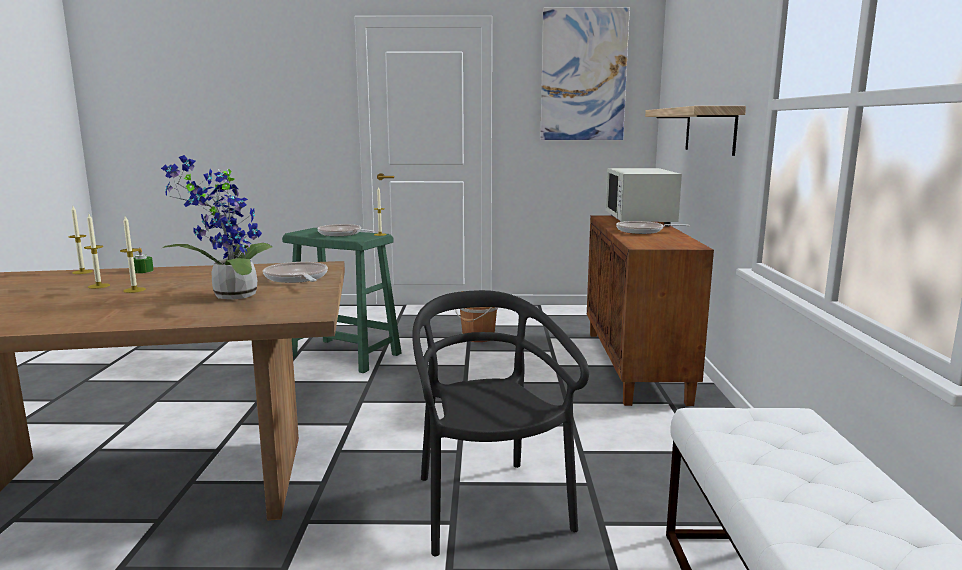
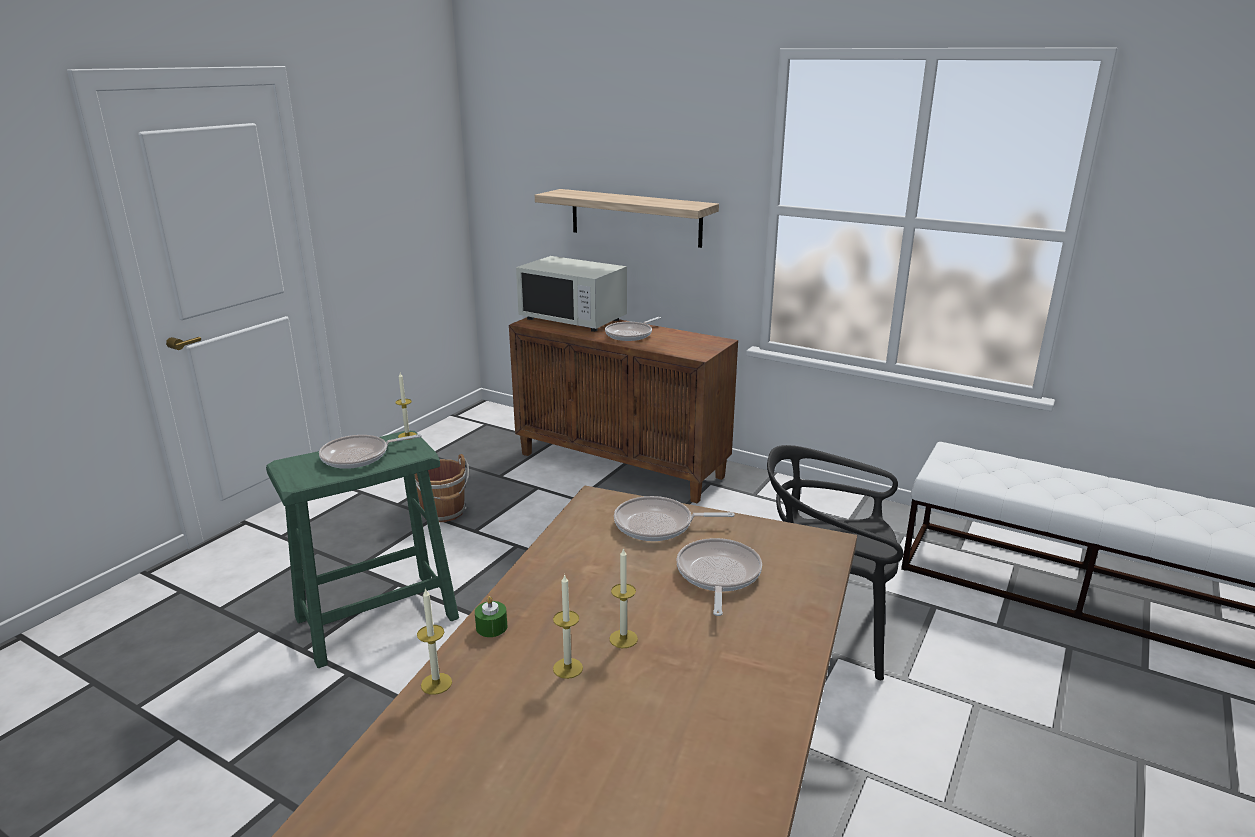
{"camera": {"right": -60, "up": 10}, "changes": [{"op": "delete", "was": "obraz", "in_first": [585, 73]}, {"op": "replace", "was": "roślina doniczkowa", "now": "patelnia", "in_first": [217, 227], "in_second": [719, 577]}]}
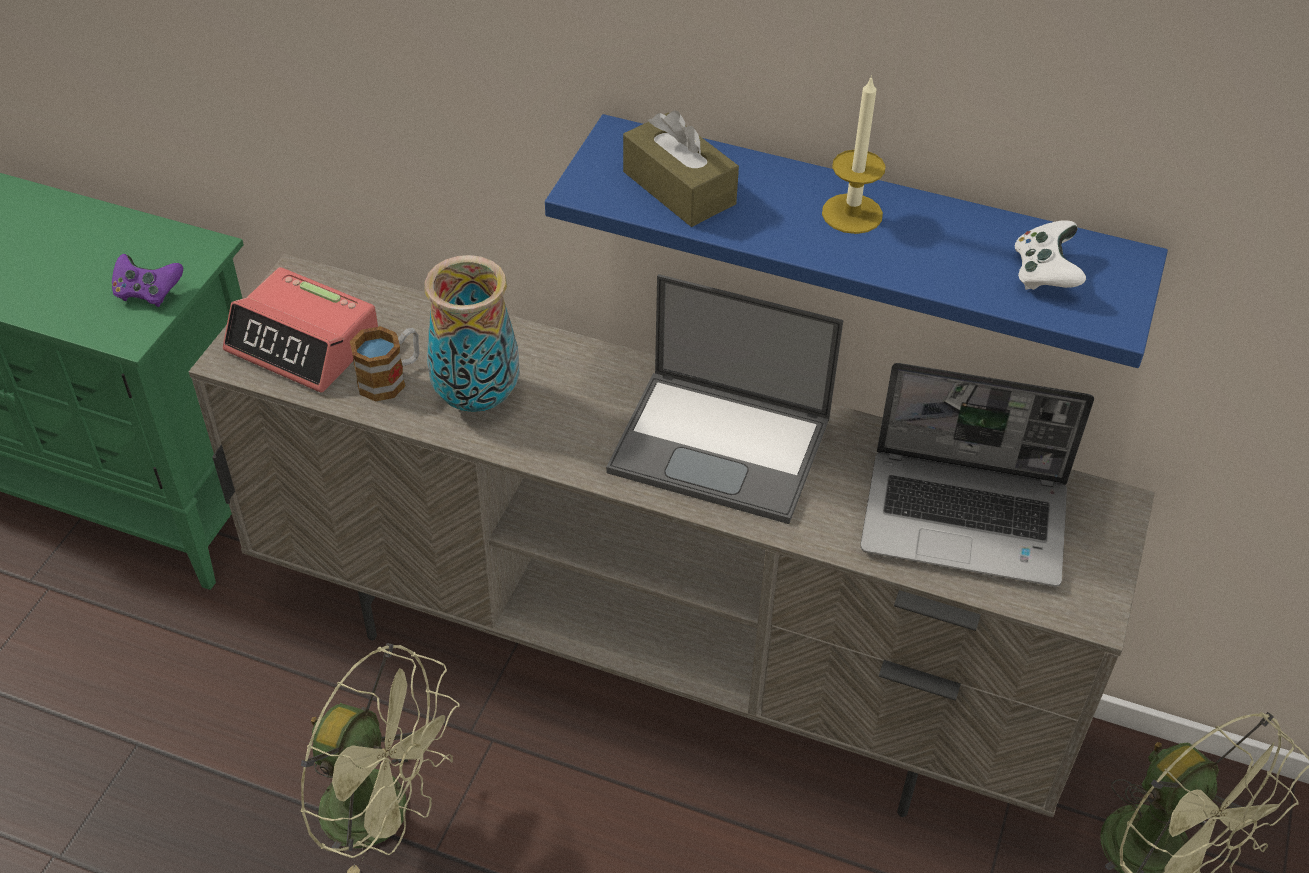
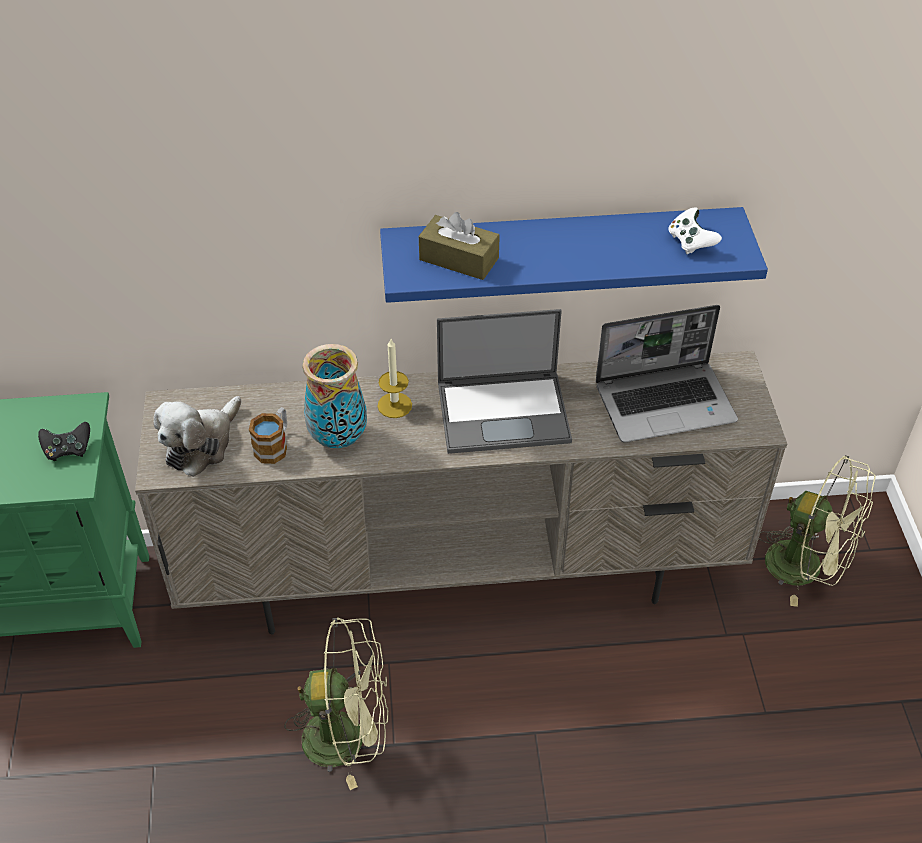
{"camera": {"right": -25, "up": 0}, "changes": [{"op": "move", "was": "świeca", "in_first": [853, 154], "in_second": [395, 378]}, {"op": "recolor", "was": "pad do gier (fioletowy)", "now": "pad do gier (czarny)", "in_first": [147, 280], "in_second": [64, 441]}, {"op": "replace", "was": "budzik", "now": "pluszak", "in_first": [300, 330], "in_second": [198, 436]}]}
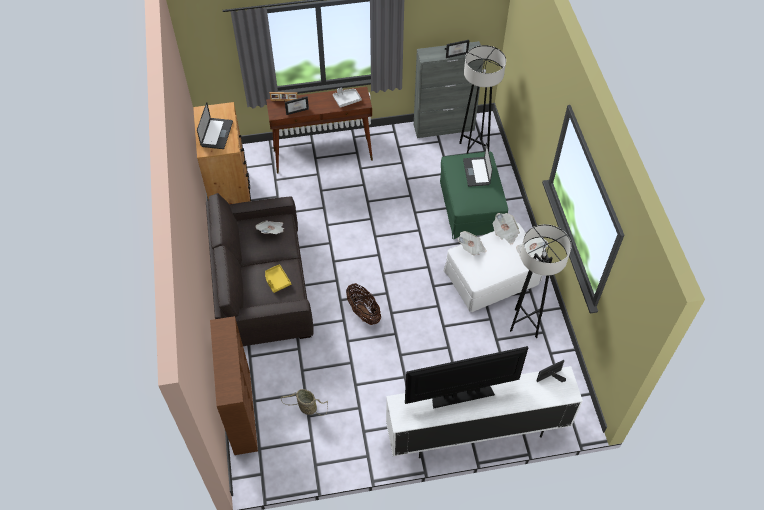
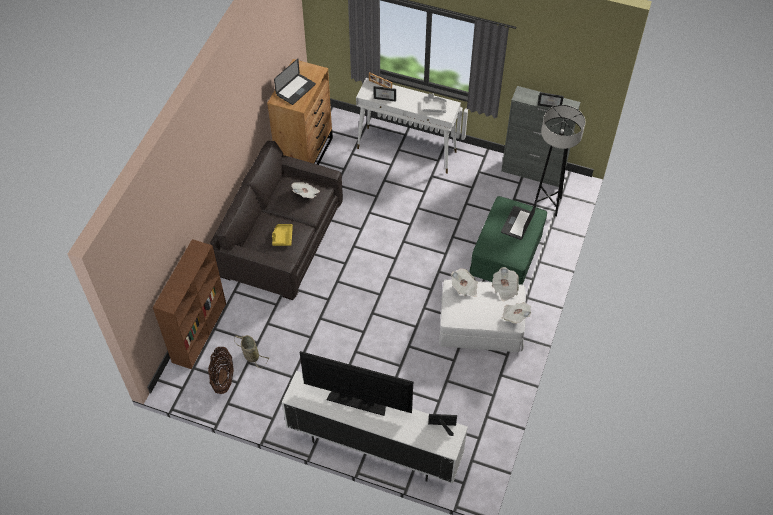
{"camera": {"right": 30, "up": 0}, "changes": [{"op": "recolor", "was": "stolik konsolowy (brązowy)", "now": "stolik konsolowy (biały)", "in_first": [319, 130], "in_second": [408, 126]}, {"op": "delete", "was": "lampa stojąca (szary)", "in_first": [540, 281]}, {"op": "move", "was": "koszyk", "in_first": [363, 304], "in_second": [221, 370]}]}
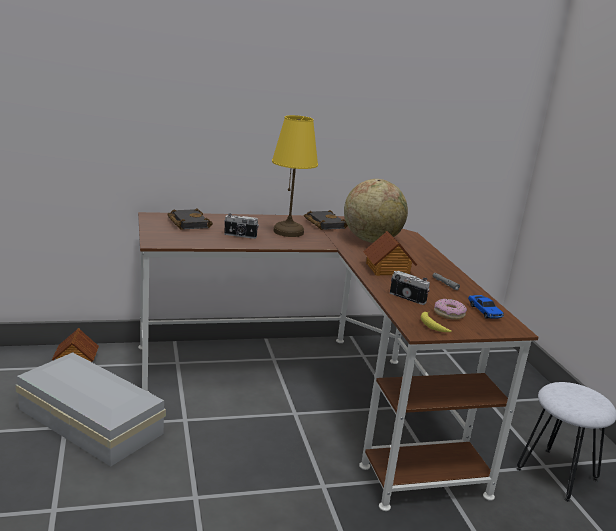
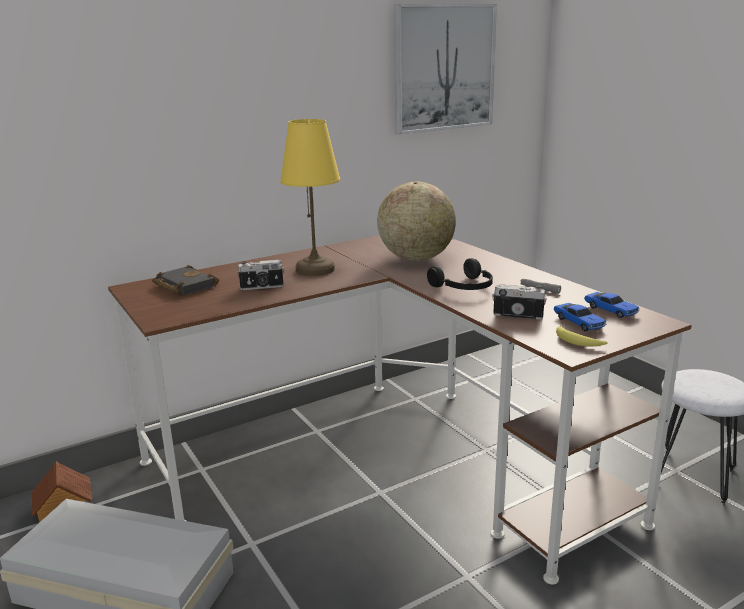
{"camera": {"right": -15, "up": 0}, "changes": [{"op": "delete", "was": "książka (czarny)", "in_first": [326, 220]}, {"op": "replace", "was": "domek", "now": "słuchawki (czarny)", "in_first": [390, 253], "in_second": [460, 274]}, {"op": "replace", "was": "donut", "now": "samochodzik", "in_first": [450, 309], "in_second": [580, 317]}, {"op": "insert", "now": "obraz", "in_second": [445, 69]}]}
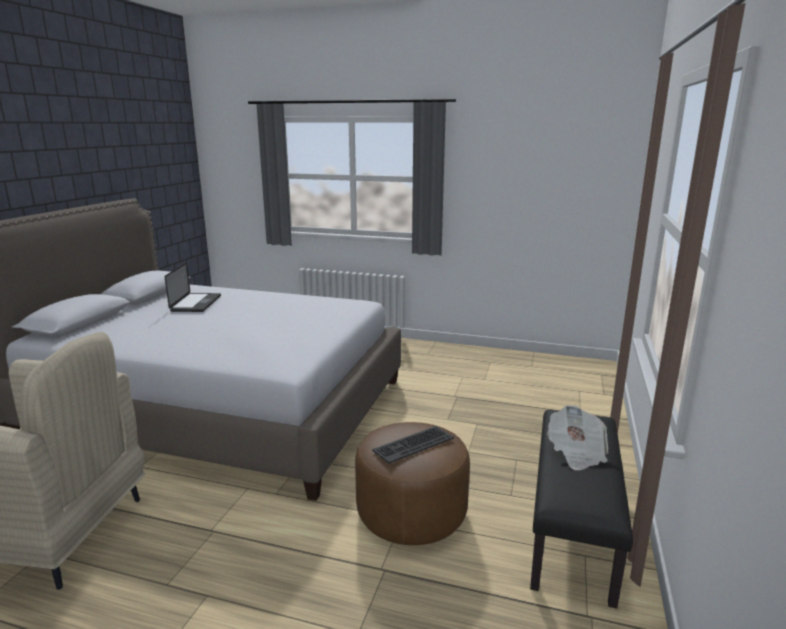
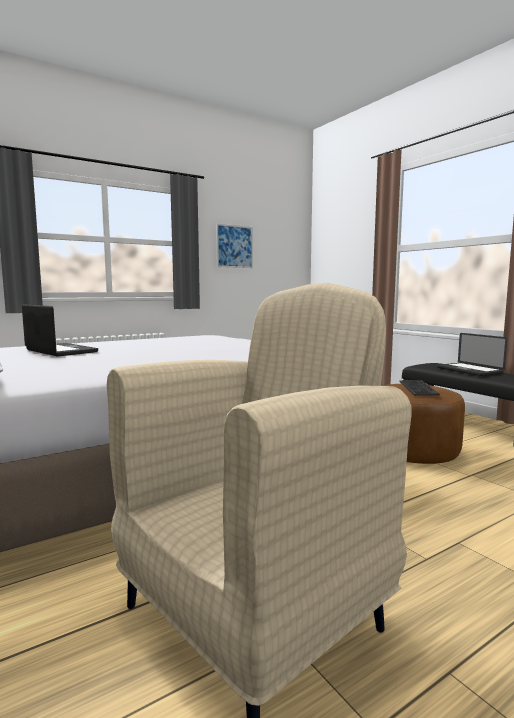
{"camera": {"right": -50, "up": -10}, "changes": [{"op": "replace", "was": "gazeta", "now": "laptop", "in_first": [577, 437], "in_second": [472, 354]}, {"op": "insert", "now": "obraz", "in_second": [234, 246]}]}
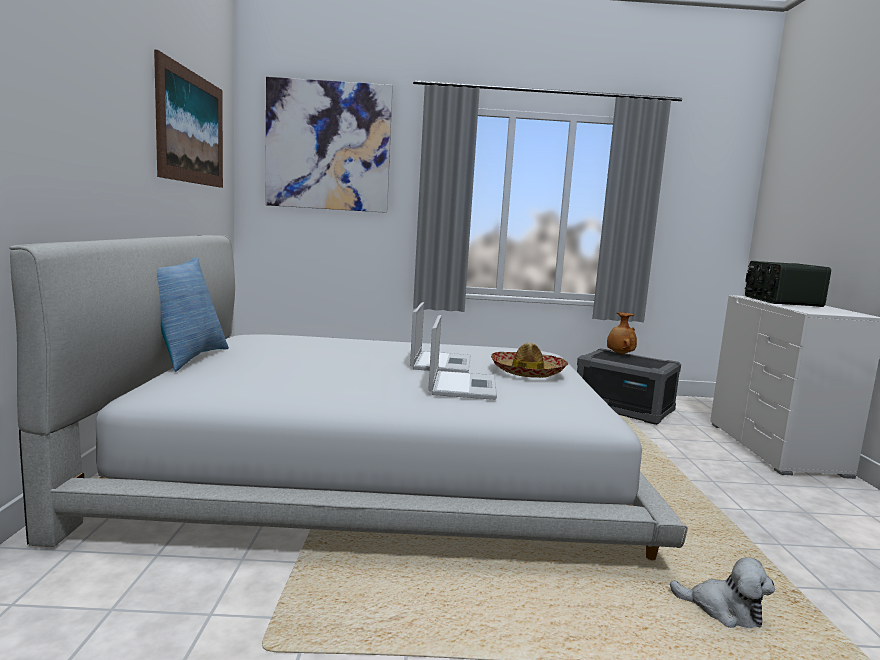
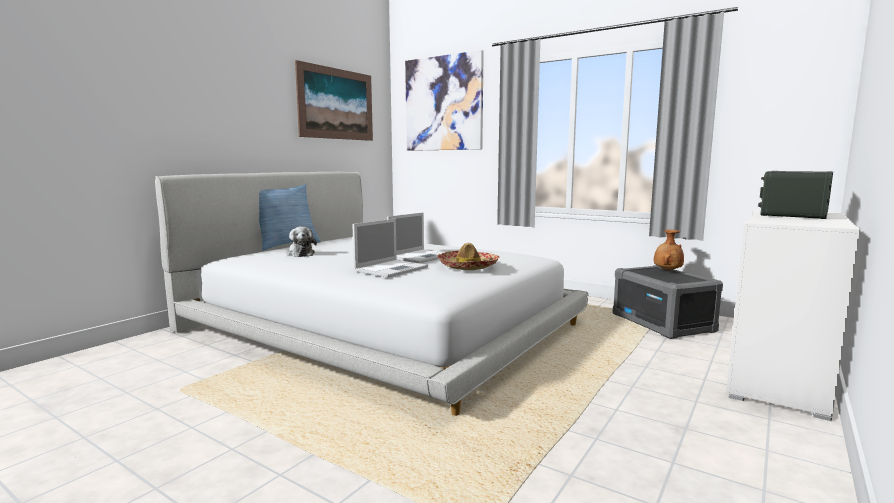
{"camera": {"right": 35, "up": 0}, "changes": [{"op": "move", "was": "pluszak", "in_first": [722, 592], "in_second": [302, 242]}]}
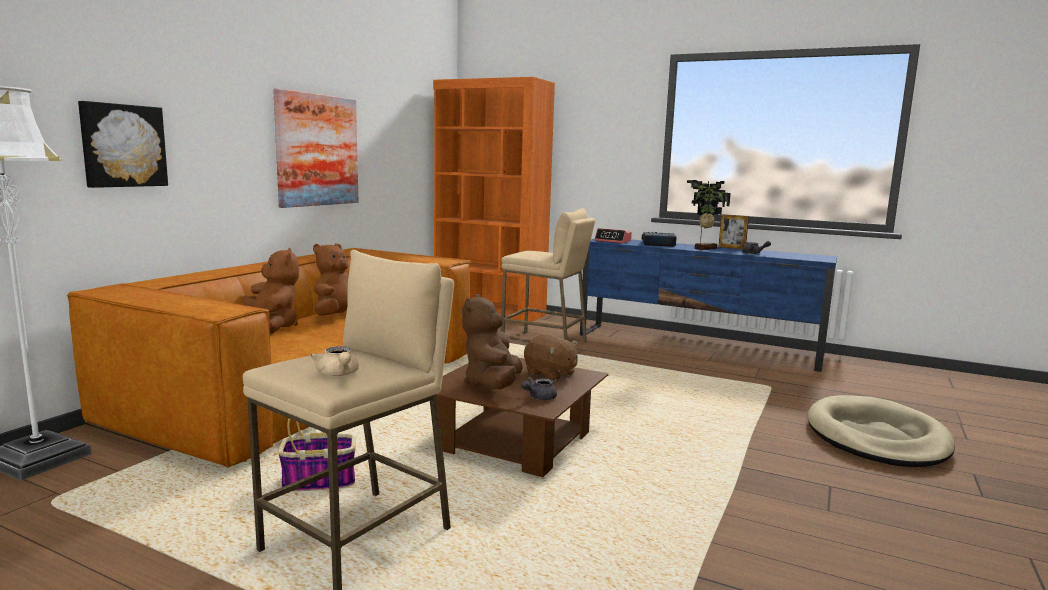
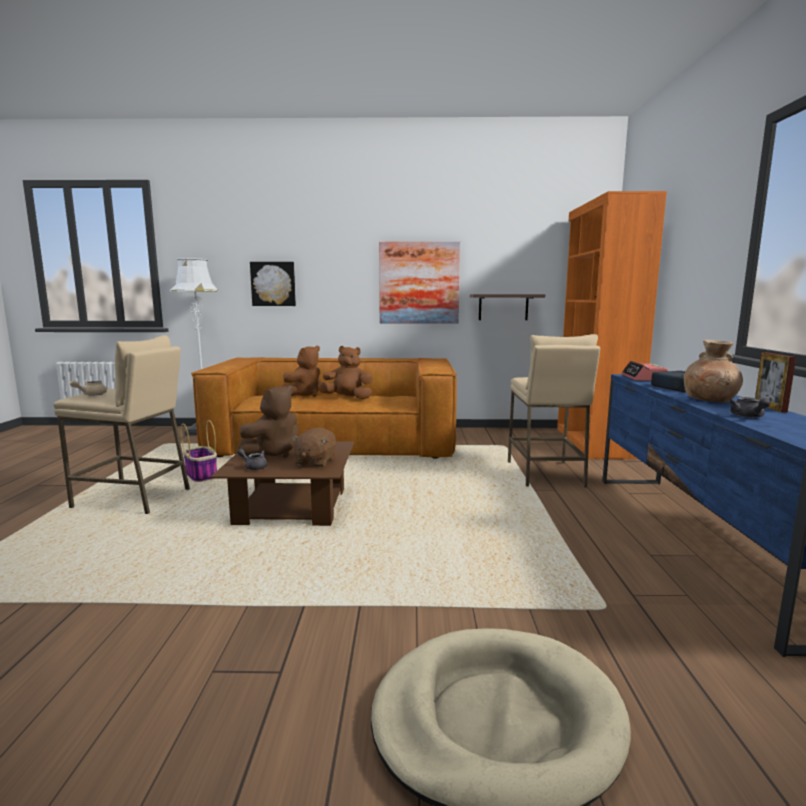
{"camera": {"right": 65, "up": 0}, "changes": [{"op": "replace", "was": "roślina doniczkowa", "now": "wazon (brązowy)", "in_first": [709, 215], "in_second": [713, 371]}, {"op": "rotate", "was": "pluszak (brązowy)", "in_first": [492, 341], "in_second": [268, 421], "clockwise": 150}, {"op": "insert", "now": "półka", "in_second": [507, 307]}]}
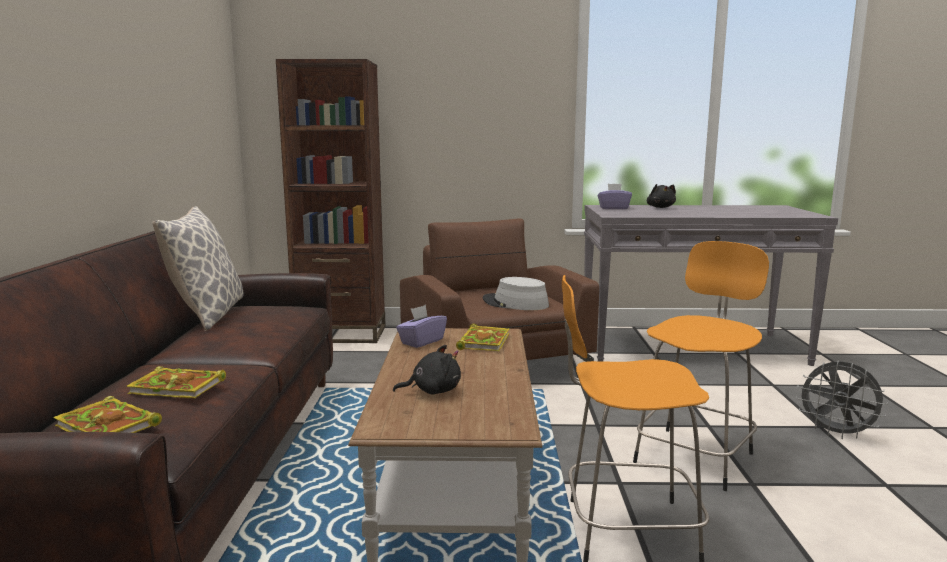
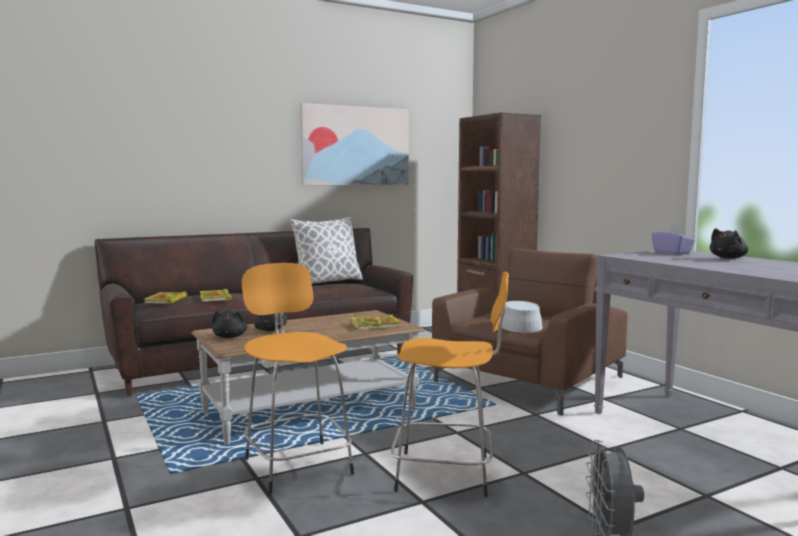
{"camera": {"right": 60, "up": -5}, "changes": [{"op": "delete", "was": "pudełko chusteczek (fioletowy)", "in_first": [421, 326]}, {"op": "insert", "now": "obraz", "in_second": [354, 144]}, {"op": "insert", "now": "pluszak (czarny)", "in_second": [229, 324]}]}
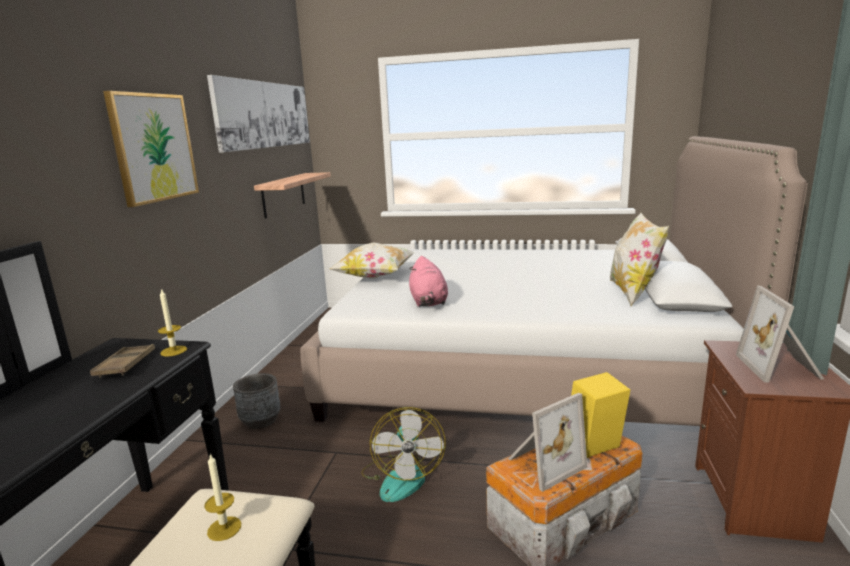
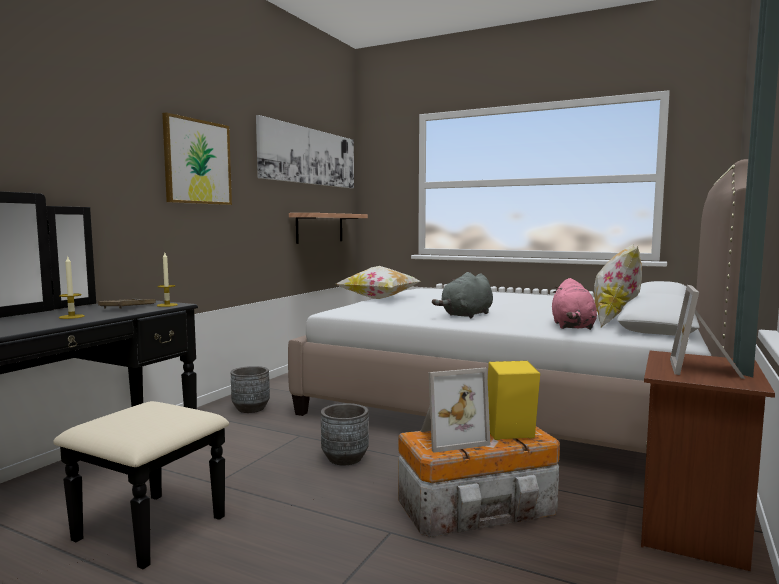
{"camera": {"right": 15, "up": -10}, "changes": [{"op": "move", "was": "pluszak (różowy)", "in_first": [428, 281], "in_second": [574, 304]}, {"op": "replace", "was": "wentylator", "now": "donica (szary)", "in_first": [403, 454], "in_second": [345, 434]}, {"op": "move", "was": "świeca", "in_first": [222, 497], "in_second": [72, 288]}, {"op": "insert", "now": "pluszak (szary)", "in_second": [462, 295]}]}
